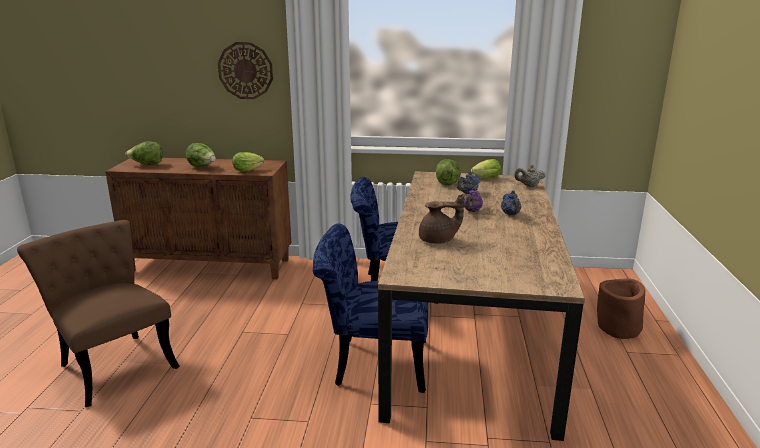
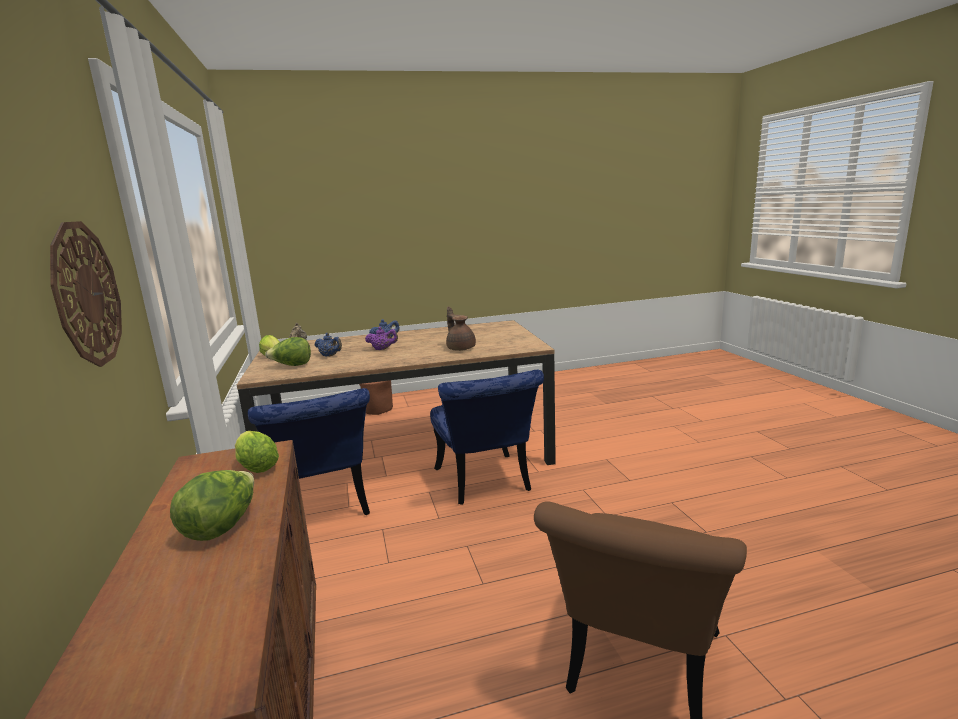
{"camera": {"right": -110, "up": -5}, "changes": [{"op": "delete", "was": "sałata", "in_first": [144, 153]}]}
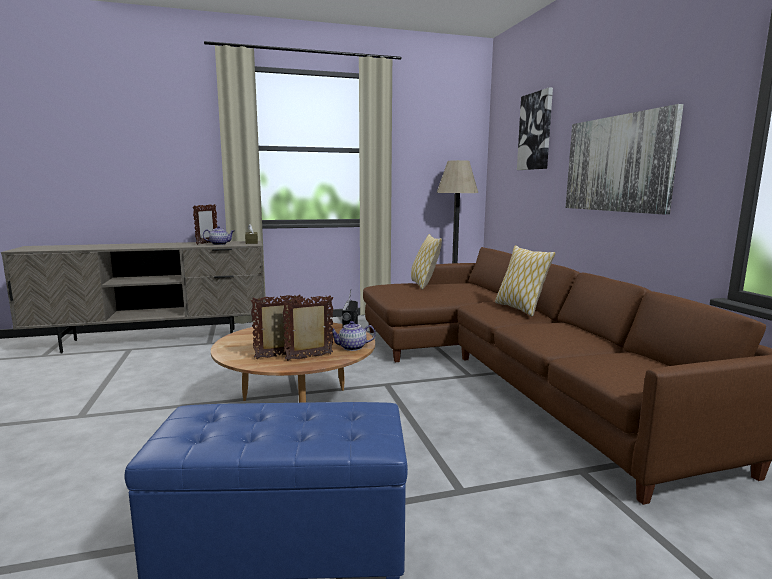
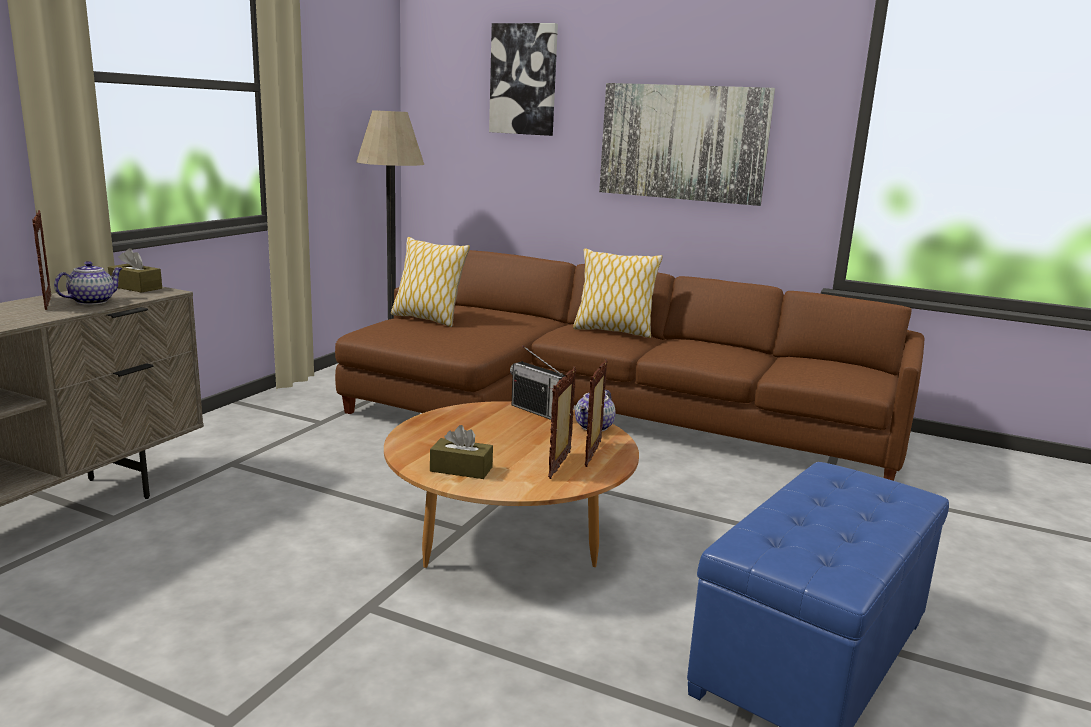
{"camera": {"right": -50, "up": 5}, "changes": [{"op": "insert", "now": "pudełko chusteczek (brązowy)", "in_second": [461, 452]}]}
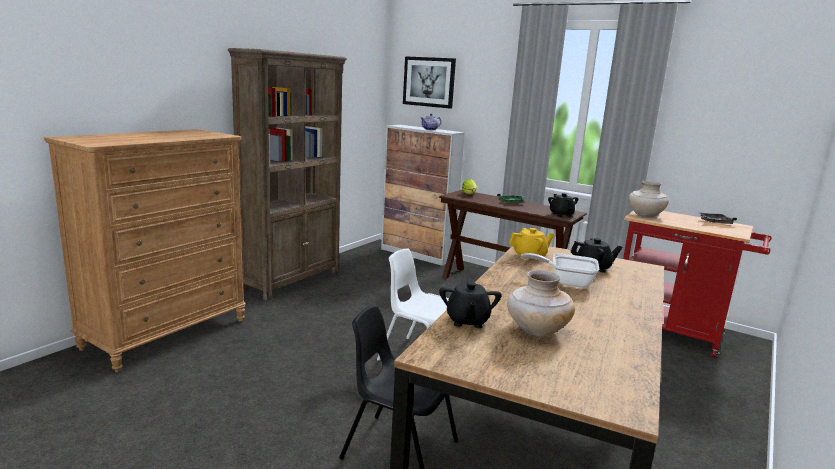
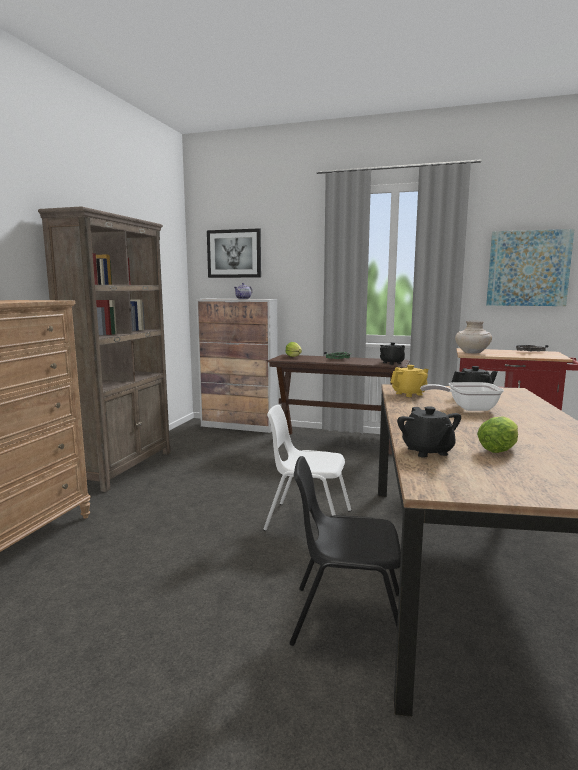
{"camera": {"right": -15, "up": -5}, "changes": [{"op": "replace", "was": "wazon (beżowy)", "now": "sałata", "in_first": [541, 303], "in_second": [497, 434]}, {"op": "insert", "now": "obraz", "in_second": [530, 267]}]}
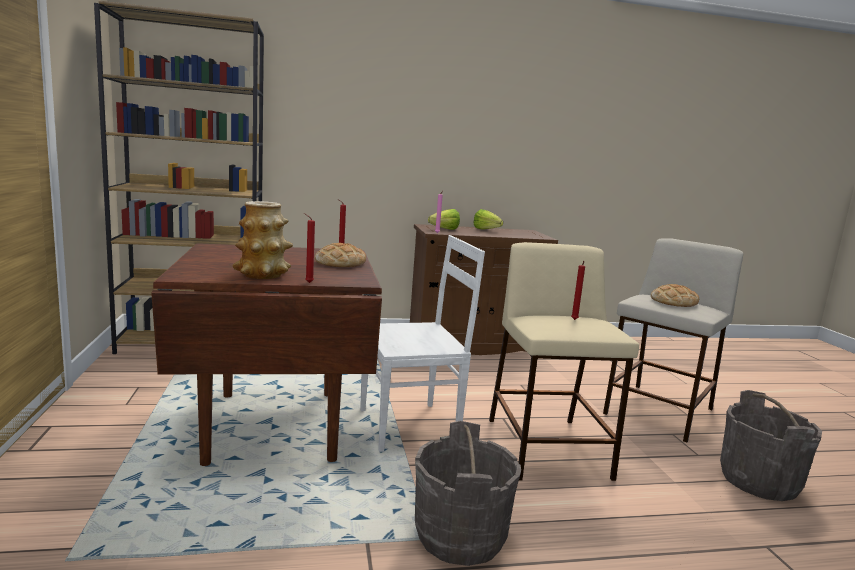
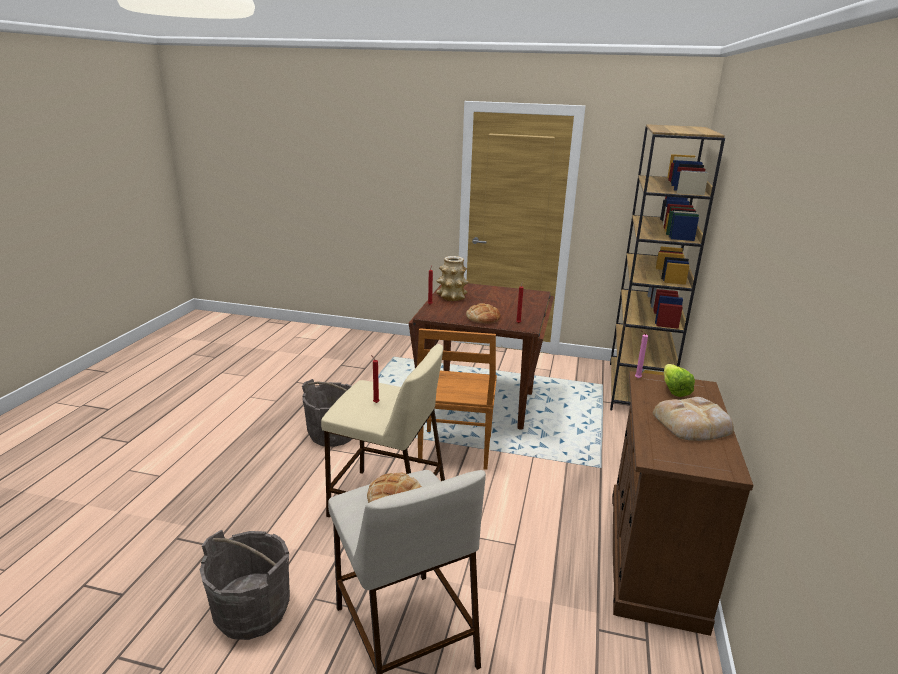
{"camera": {"right": 115, "up": 10}, "changes": [{"op": "replace", "was": "sałata", "now": "chleb", "in_first": [488, 219], "in_second": [693, 419]}, {"op": "recolor", "was": "krzesło (biały)", "now": "krzesło (brązowy)", "in_first": [422, 343], "in_second": [457, 399]}]}
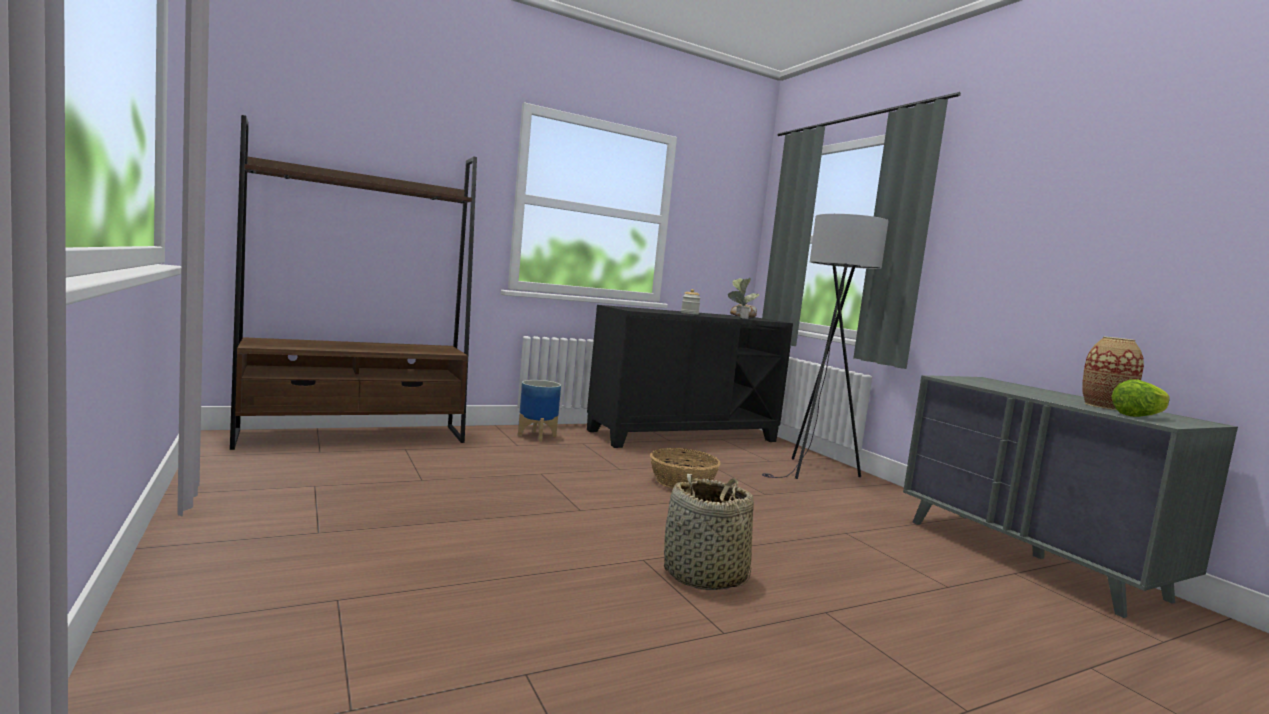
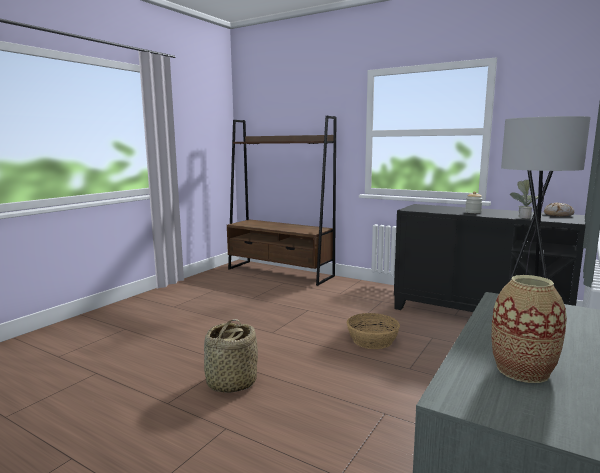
{"camera": {"right": 60, "up": 5}, "changes": [{"op": "delete", "was": "donica", "in_first": [539, 411]}, {"op": "delete", "was": "sałata", "in_first": [1140, 398]}]}
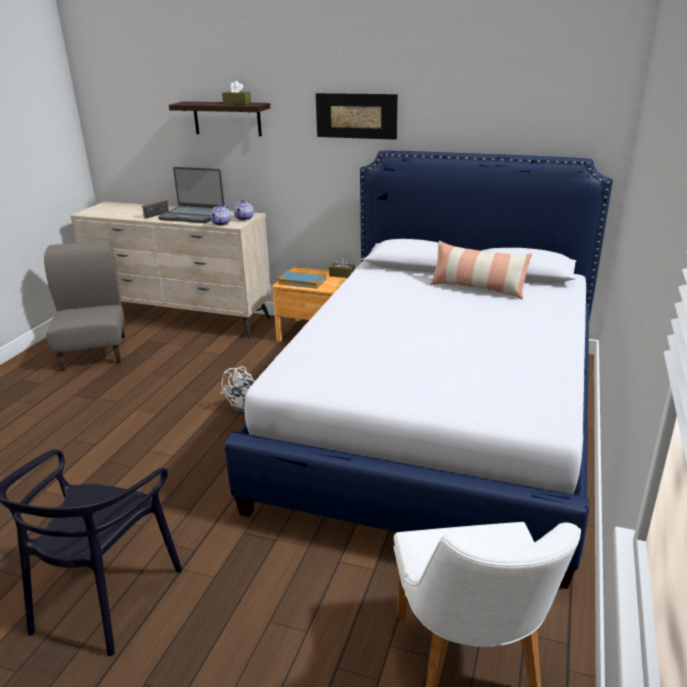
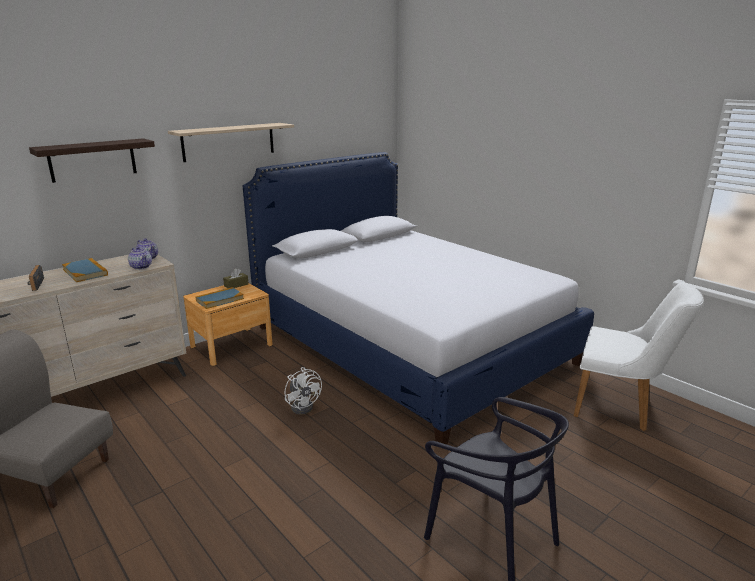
{"camera": {"right": -60, "up": -5}, "changes": [{"op": "delete", "was": "pudełko chusteczek (brązowy)", "in_first": [236, 93]}, {"op": "replace", "was": "obraz", "now": "półka", "in_first": [357, 116], "in_second": [231, 142]}, {"op": "replace", "was": "laptop", "now": "książka", "in_first": [191, 195], "in_second": [85, 270]}, {"op": "delete", "was": "poduszka", "in_first": [481, 270]}]}
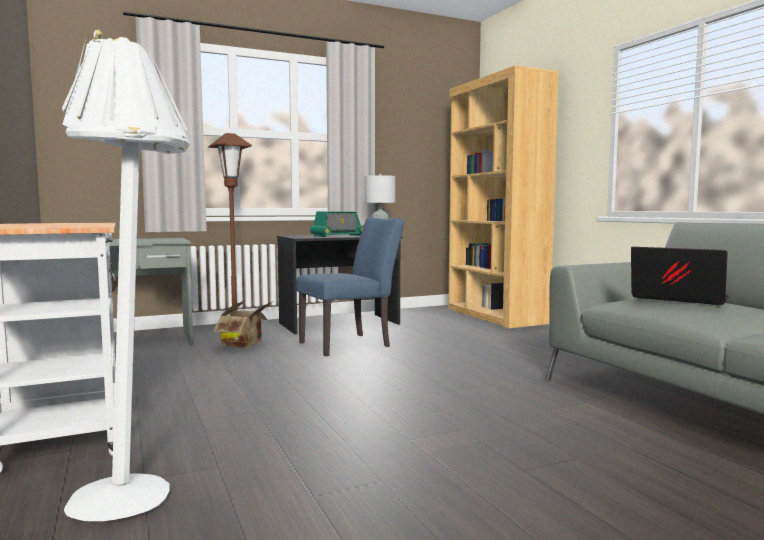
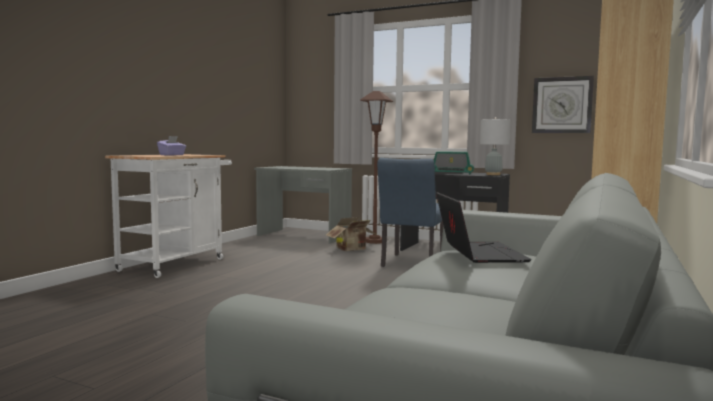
{"camera": {"right": 50, "up": 0}, "changes": [{"op": "delete", "was": "lampa stojąca (biały)", "in_first": [126, 275]}, {"op": "rotate", "was": "krzesło (niebieski)", "in_first": [350, 286], "in_second": [410, 212], "clockwise": 90}, {"op": "insert", "now": "zegar ścienny", "in_second": [563, 104]}, {"op": "insert", "now": "pudełko chusteczek (fioletowy)", "in_second": [171, 146]}]}
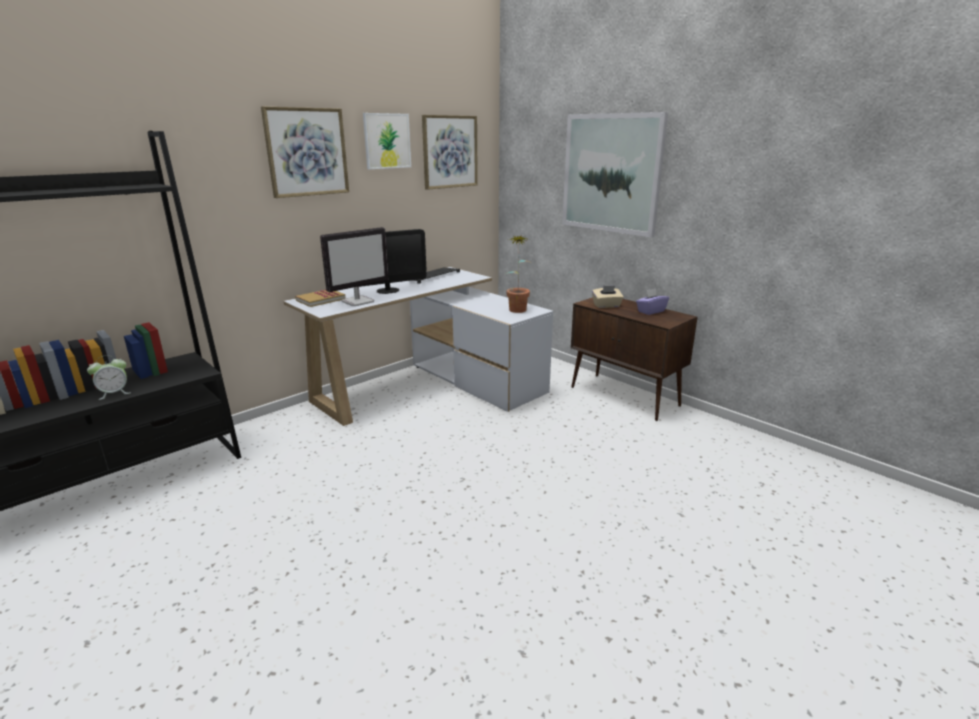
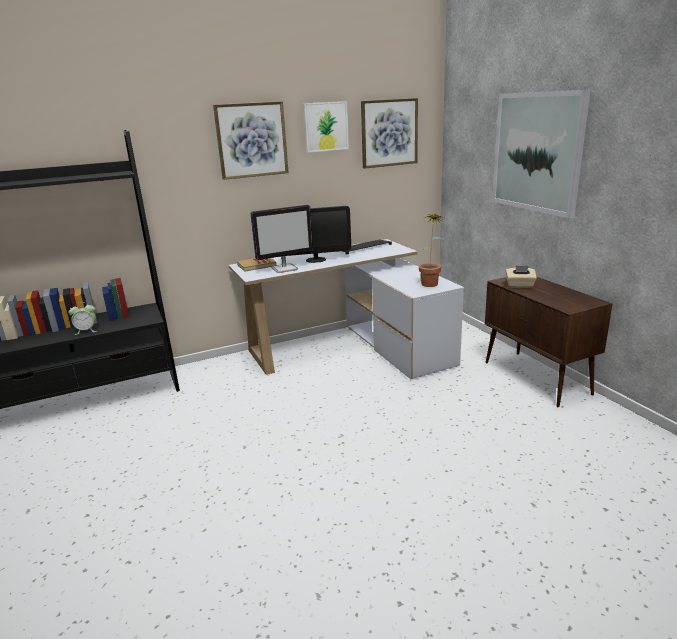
{"camera": {"right": 20, "up": 0}, "changes": [{"op": "delete", "was": "pudełko chusteczek (fioletowy)", "in_first": [652, 302]}]}
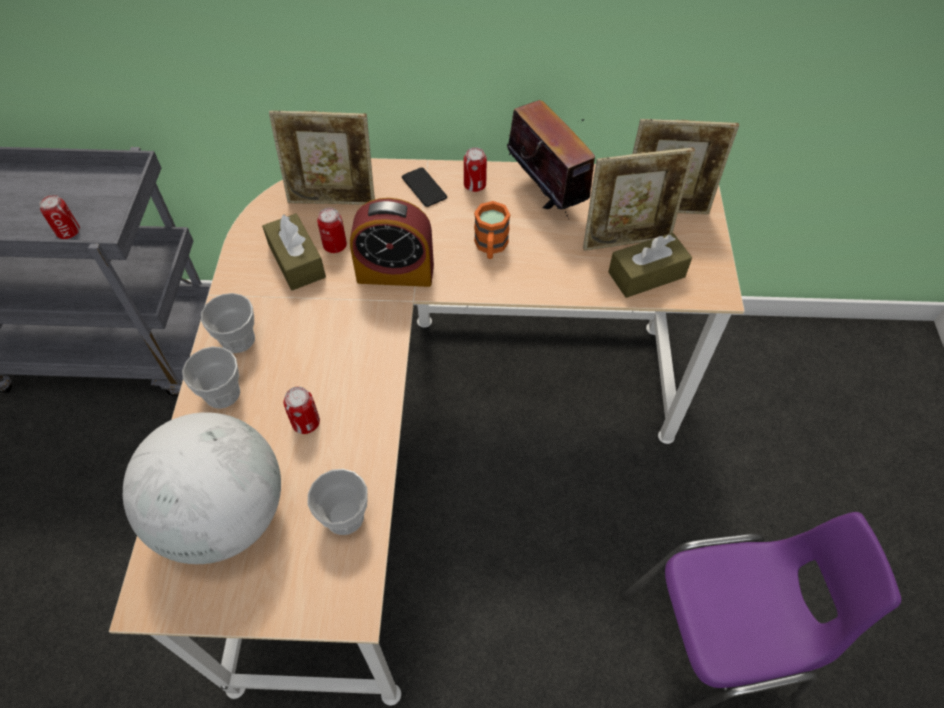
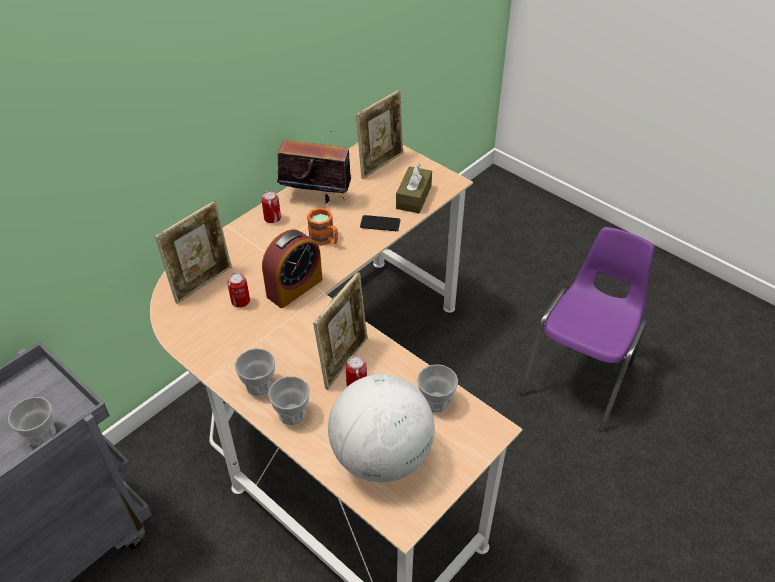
{"camera": {"right": -50, "up": -10}, "changes": [{"op": "move", "was": "ramka na zdjęcie", "in_first": [639, 199], "in_second": [340, 331]}, {"op": "move", "was": "telefon", "in_first": [424, 187], "in_second": [380, 223]}, {"op": "replace", "was": "puszka", "now": "filiżanka", "in_first": [59, 217], "in_second": [32, 421]}, {"op": "delete", "was": "pudełko chusteczek (brązowy)", "in_first": [294, 251]}]}
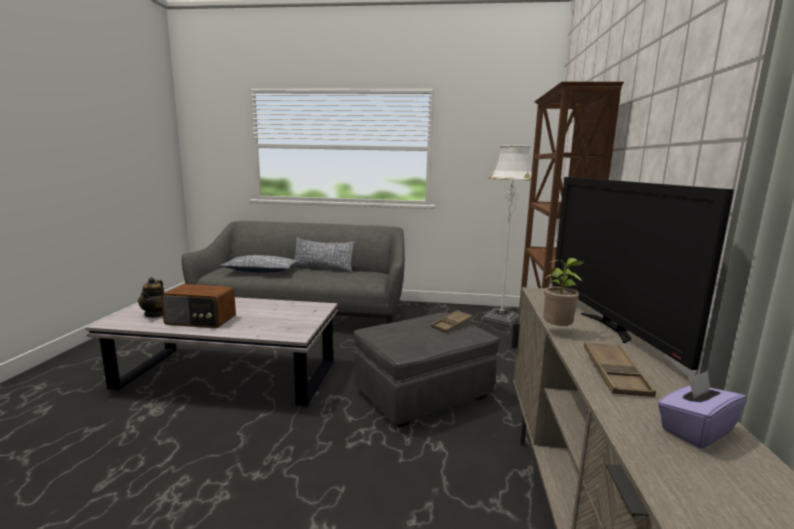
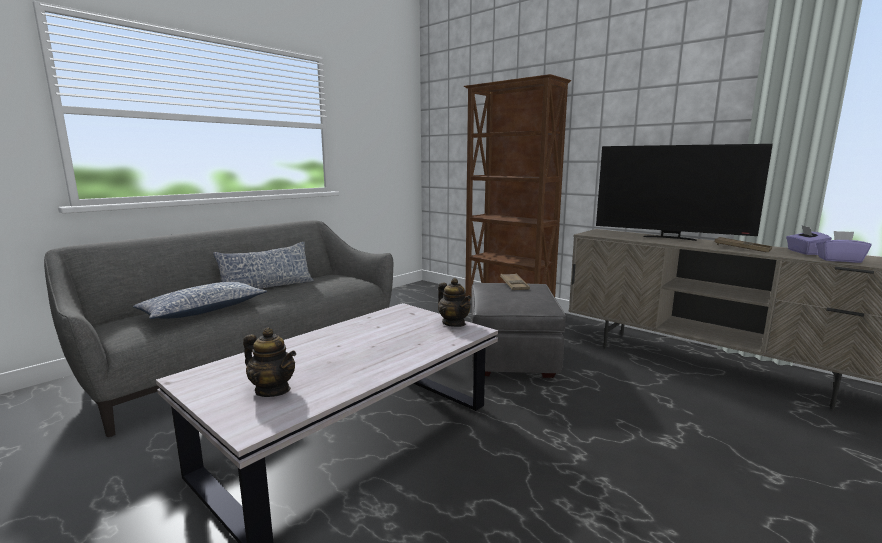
{"camera": {"right": -55, "up": 0}, "changes": [{"op": "delete", "was": "lampa stojąca (biały)", "in_first": [506, 237]}, {"op": "delete", "was": "roślina doniczkowa", "in_first": [564, 292]}, {"op": "delete", "was": "radio", "in_first": [198, 306]}, {"op": "insert", "now": "pudełko chusteczek (fioletowy)", "in_second": [843, 247]}, {"op": "insert", "now": "imbryk", "in_second": [454, 302]}]}
